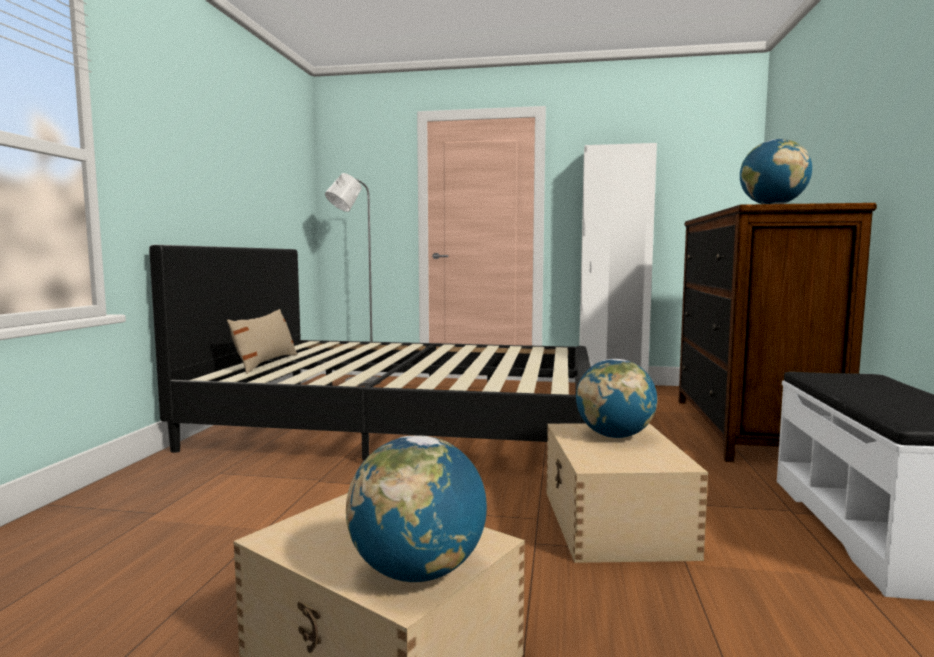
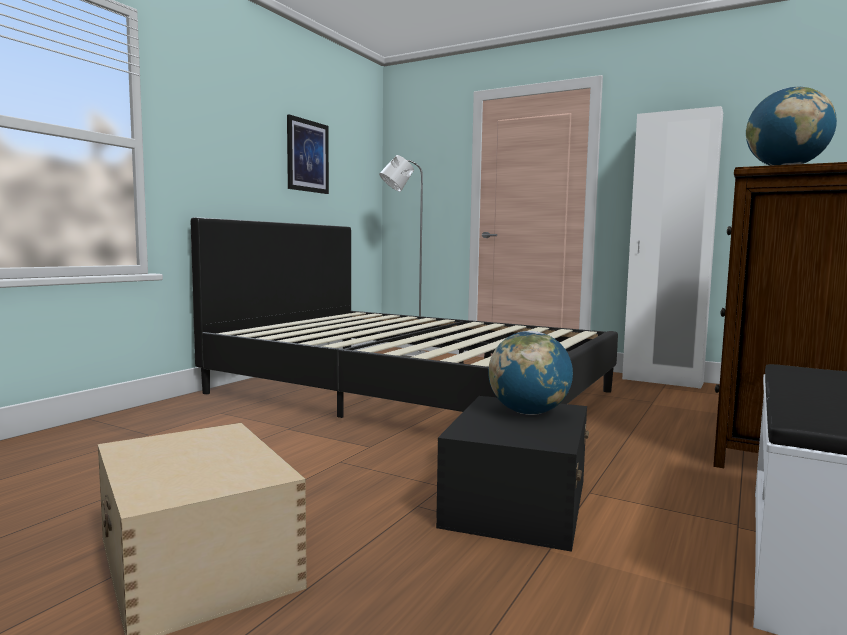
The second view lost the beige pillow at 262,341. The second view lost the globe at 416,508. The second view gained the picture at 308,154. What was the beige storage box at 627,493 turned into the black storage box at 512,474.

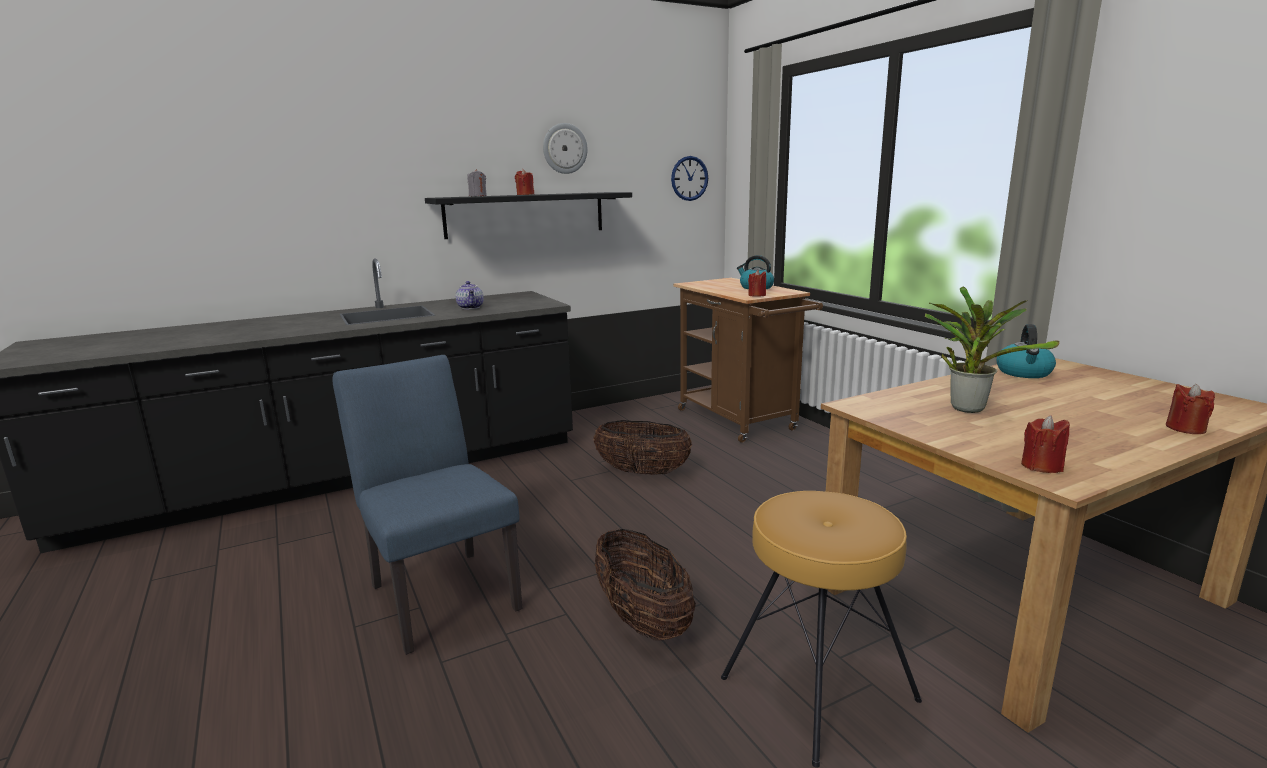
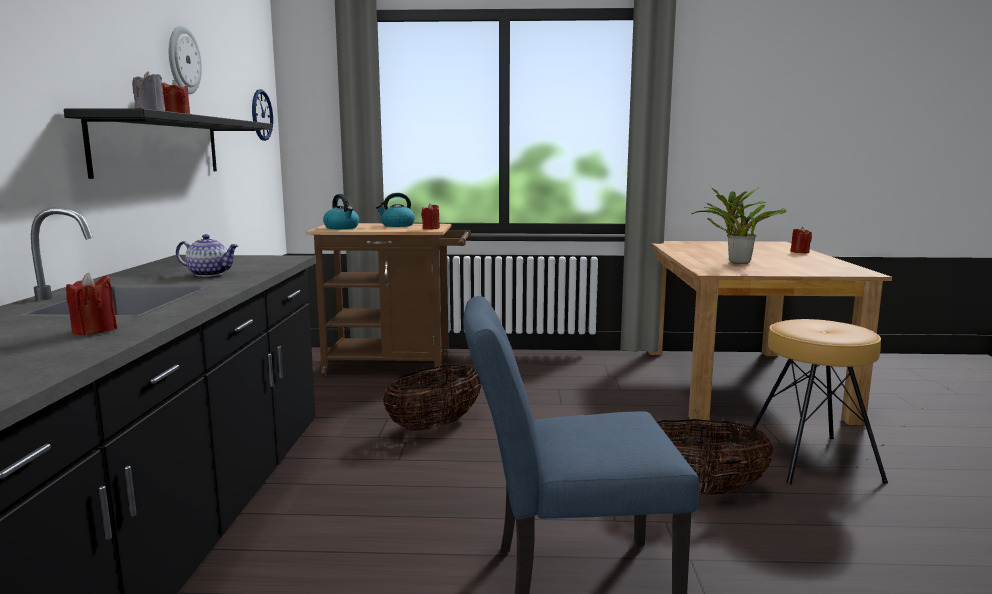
The kettle ended up elsewhere, having gone from 1026,351 to 341,211. The red candle ended up elsewhere, having gone from 1045,444 to 92,304.

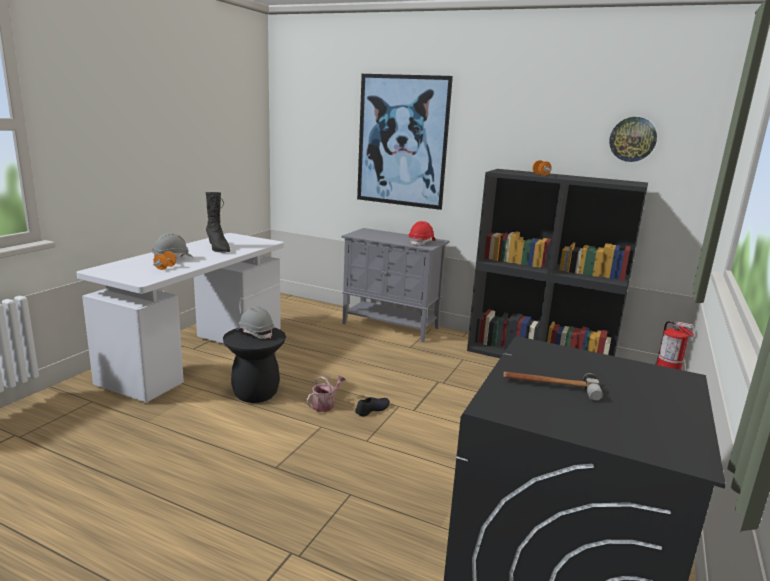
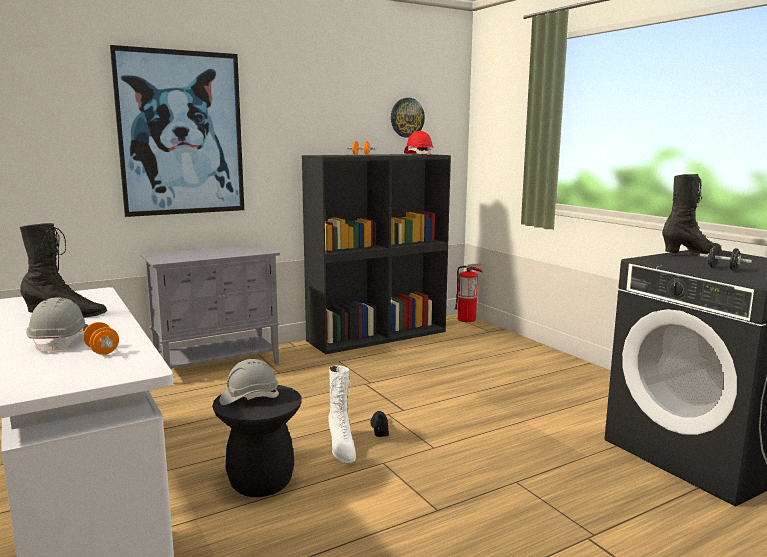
The second view gained the black boot at 692,214. The red hard hat ended up elsewhere, having gone from 421,233 to 418,143. Where the watering can stood at 326,393, the white boot came to stand at 342,414. Where the hammer stood at 553,386, the black dumbbell came to stand at 725,258.

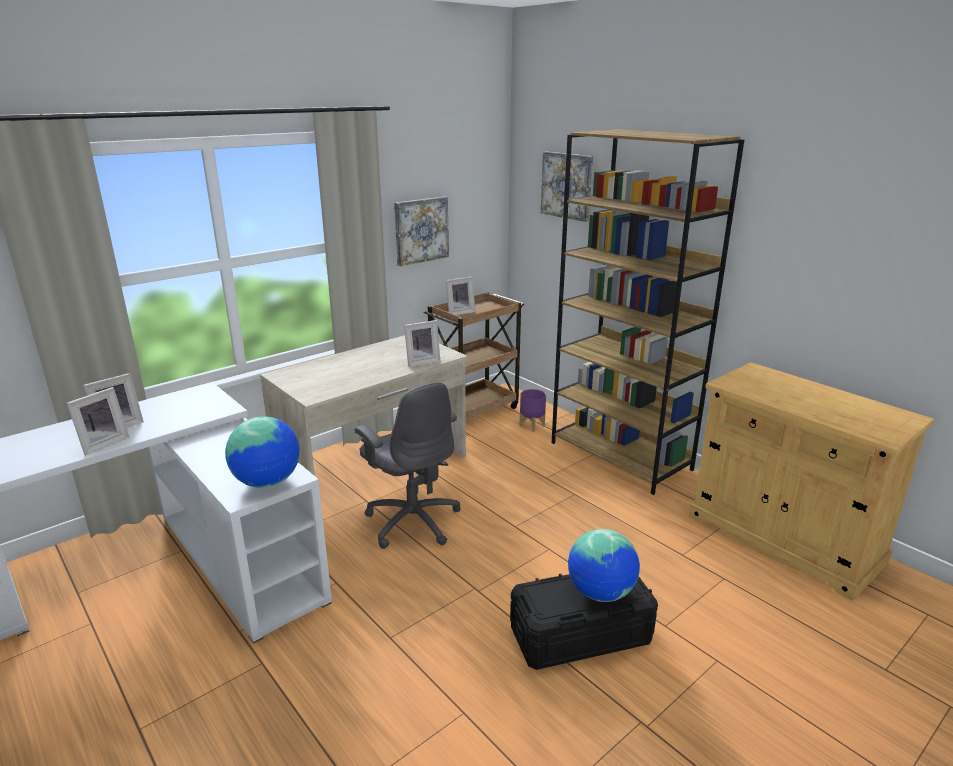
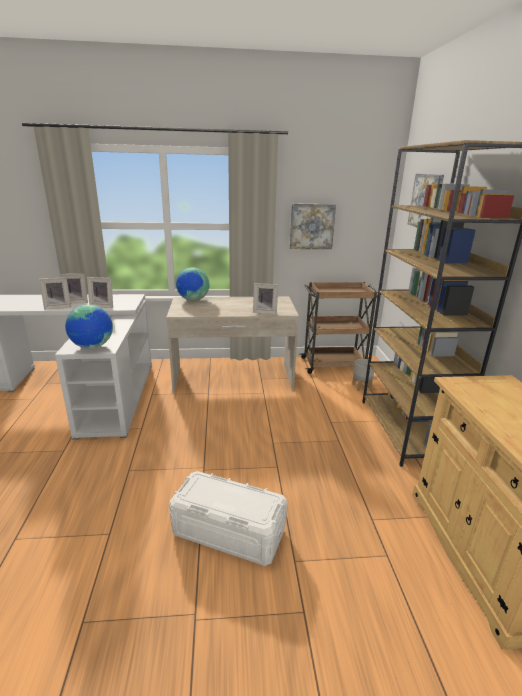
The second view lost the grey office chair at 408,465. The picture frame ended up elsewhere, having gone from 460,295 to 100,292. The globe ended up elsewhere, having gone from 604,565 to 193,284. What was the black storage box at 584,622 turned into the white storage box at 228,518. What was the purple planter at 533,410 turned into the grey planter at 363,375.

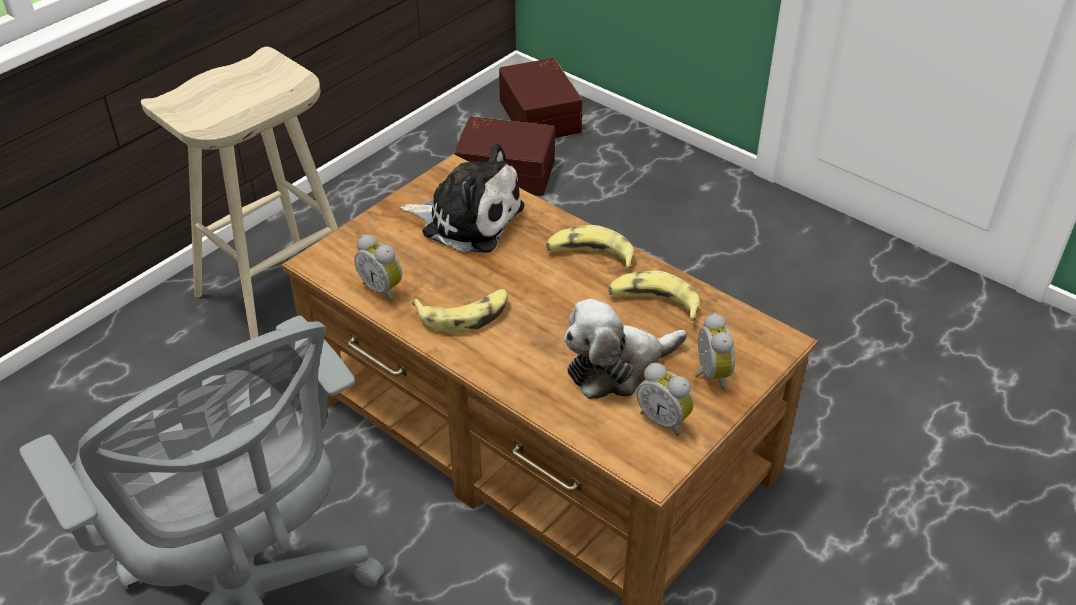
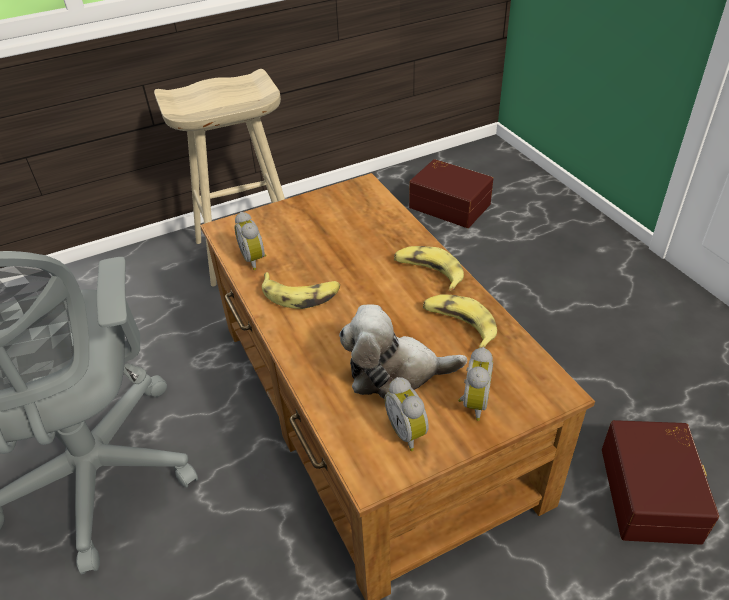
The second view lost the plush toy at 462,198. The brown storage box ended up elsewhere, having gone from 541,98 to 660,482.

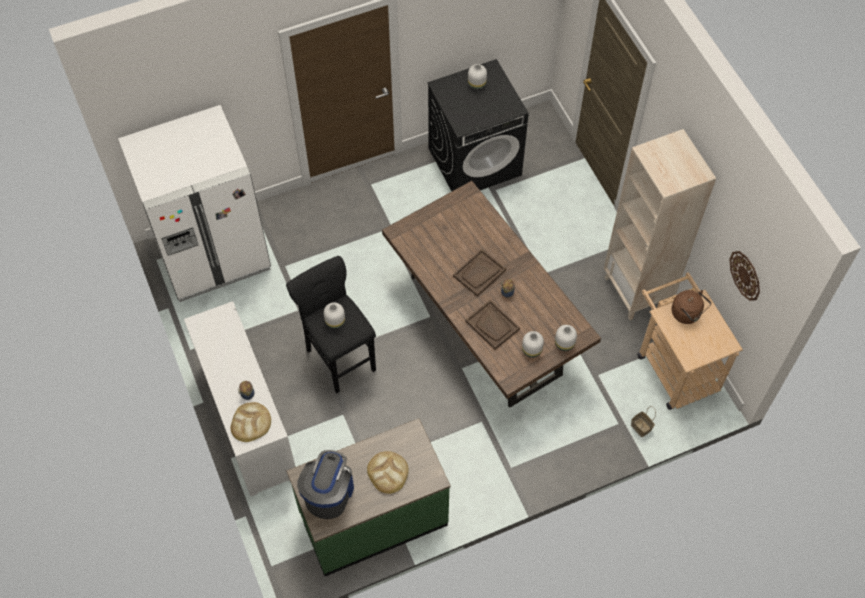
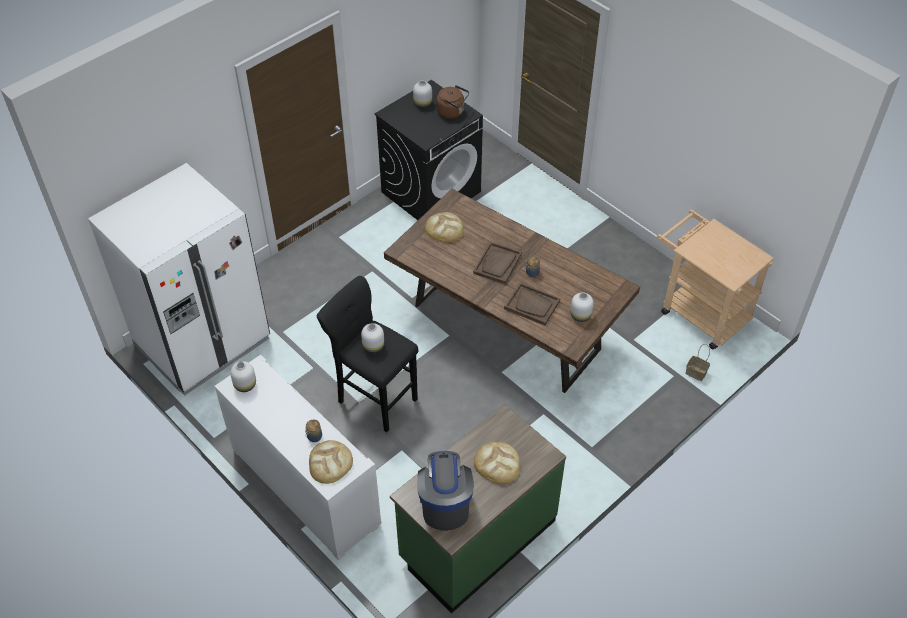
The second view lost the beige bookcase at 660,224. The second view lost the wall clock at 744,276. The second view gained the bread at 444,227. The white vase ended up elsewhere, having gone from 566,338 to 243,376. The brown kettle ended up elsewhere, having gone from 691,307 to 452,102.

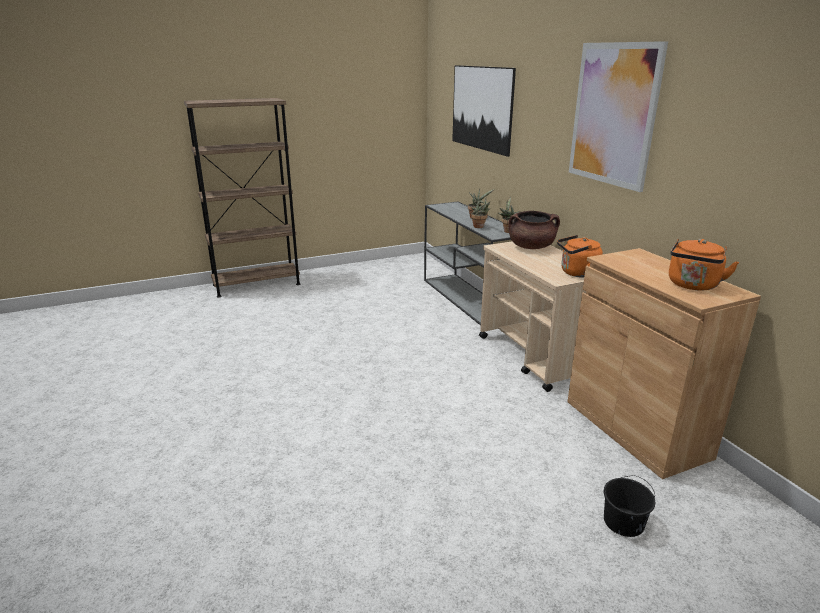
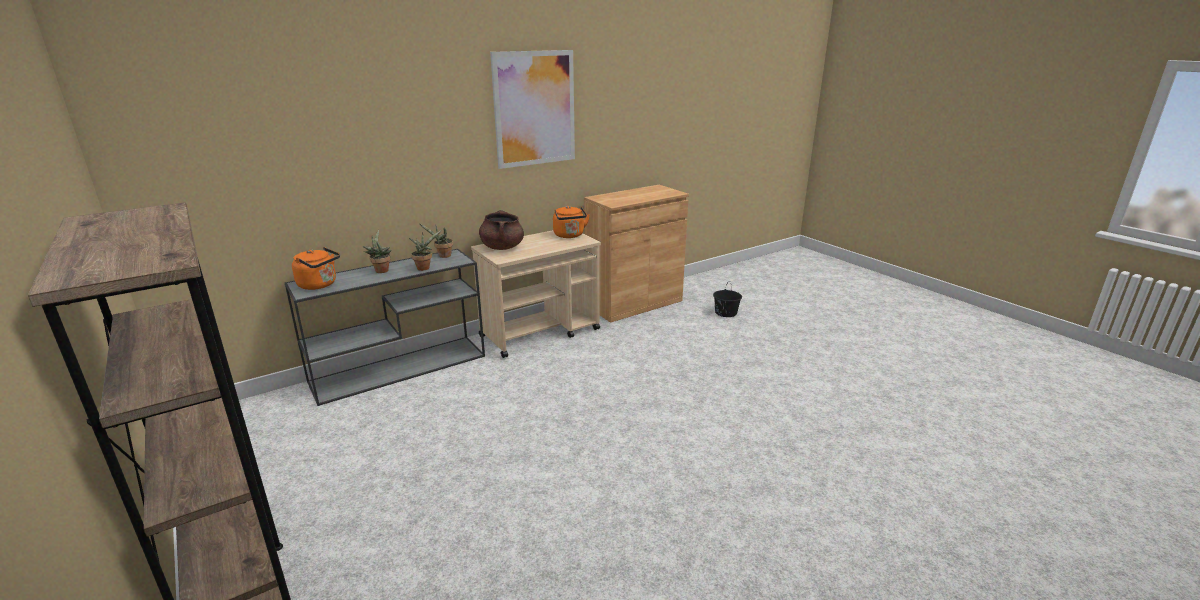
The second view lost the picture at 484,111. The orange kettle ended up elsewhere, having gone from 704,265 to 316,268.

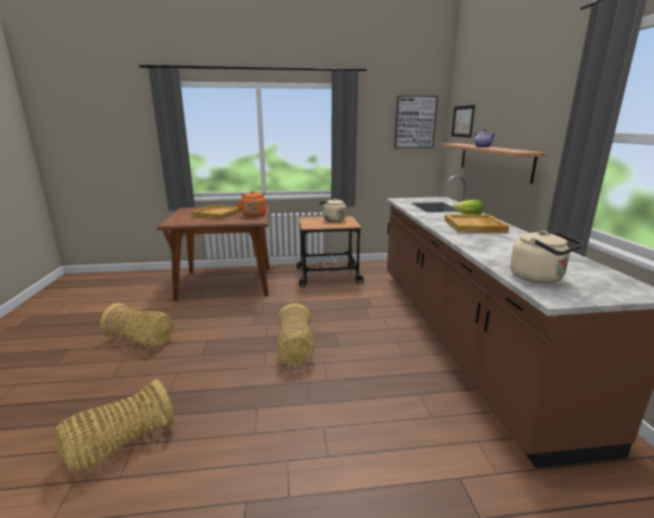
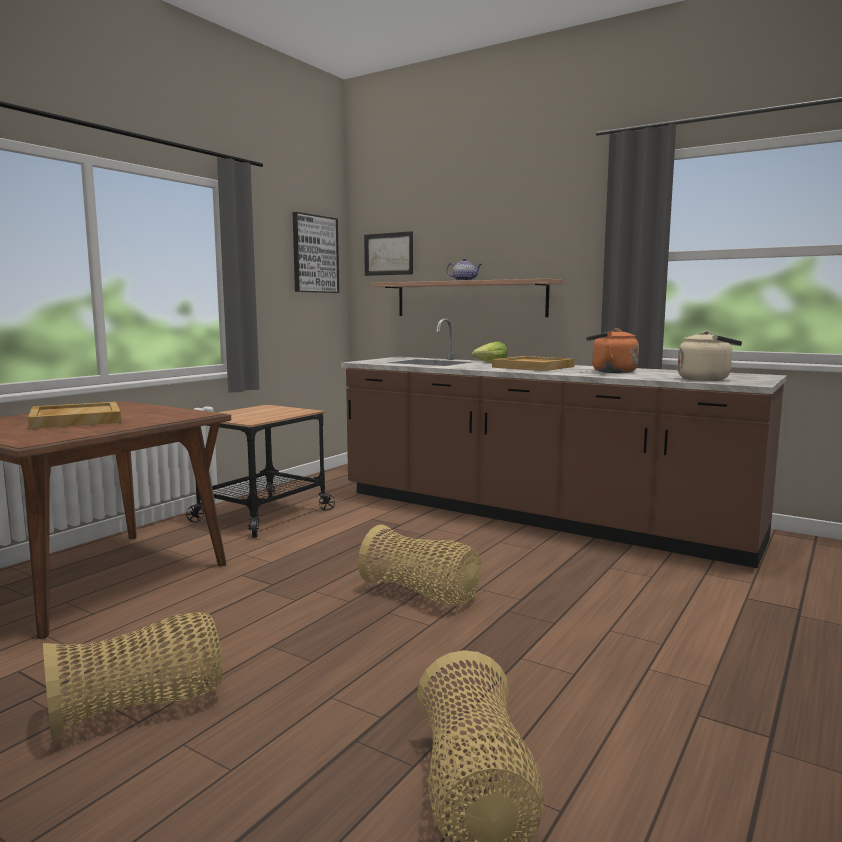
The second view lost the beige kettle at 332,210. The orange kettle ended up elsewhere, having gone from 250,204 to 612,350.

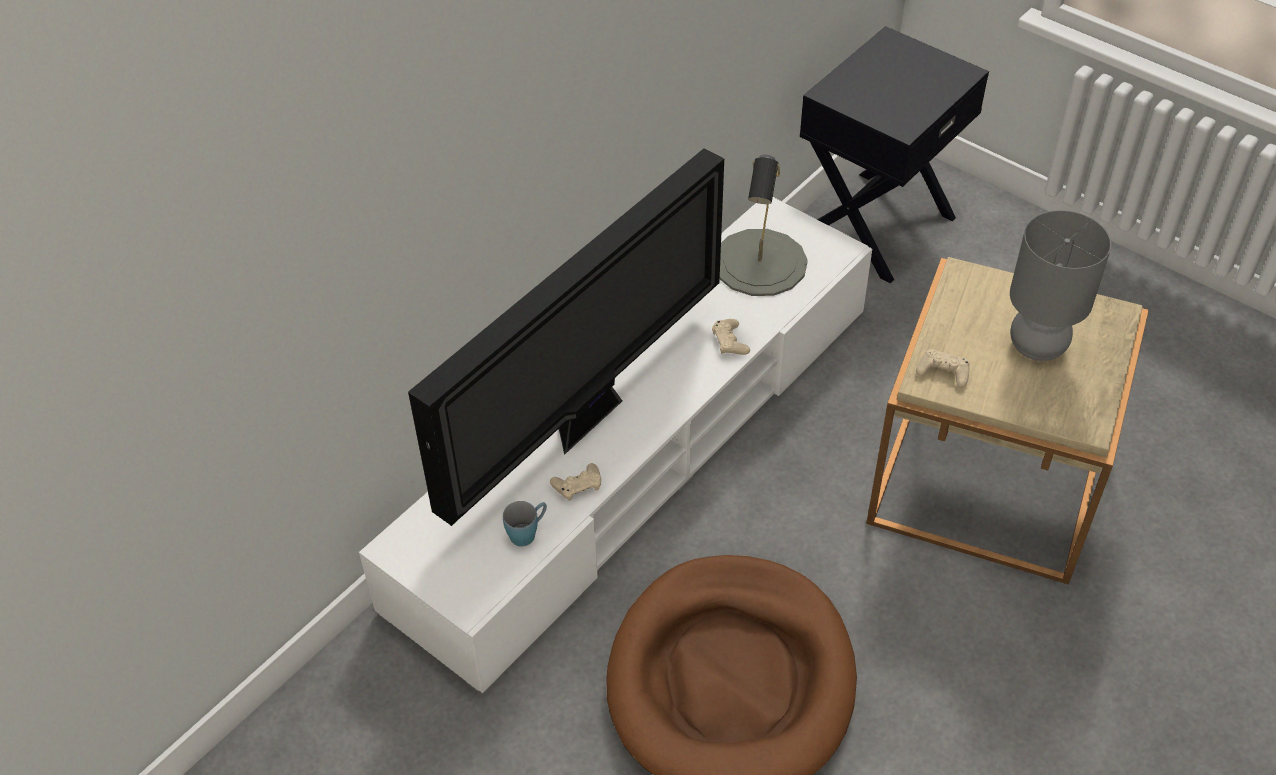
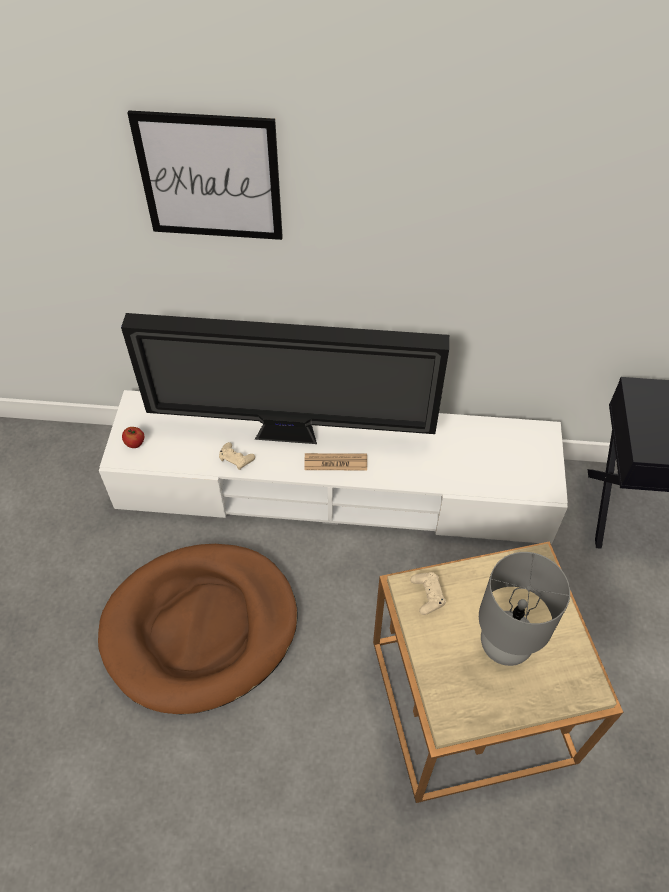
The second view lost the blue mug at 525,523. The second view lost the beige game controller at 731,337. The second view lost the grey table lamp at 764,225. The second view gained the apple at 133,437. The second view gained the picture at 205,175. The second view gained the newspaper at 335,461.

